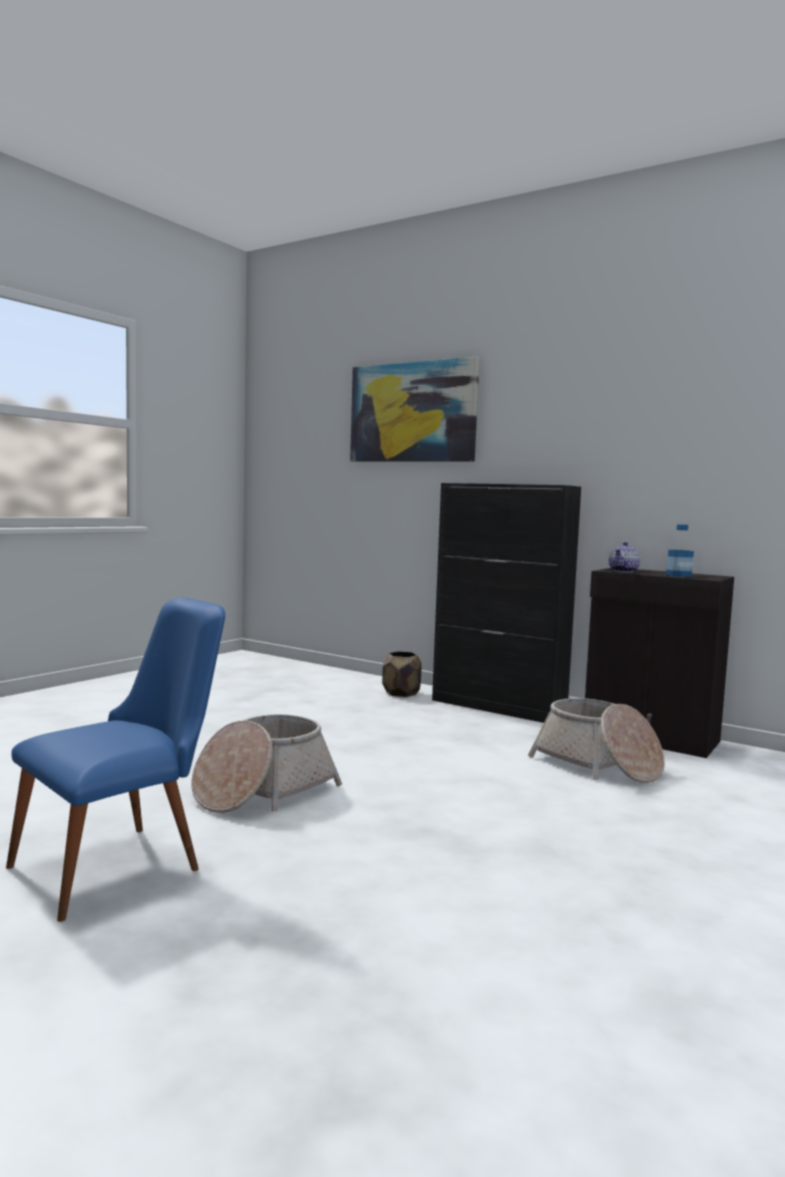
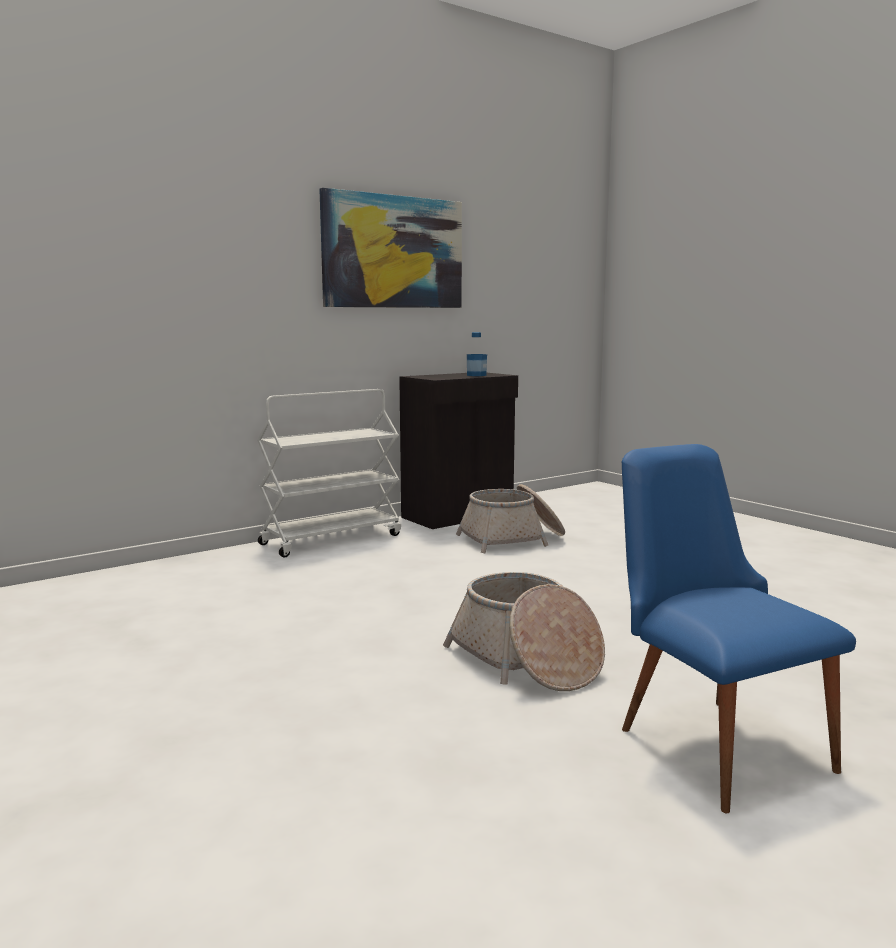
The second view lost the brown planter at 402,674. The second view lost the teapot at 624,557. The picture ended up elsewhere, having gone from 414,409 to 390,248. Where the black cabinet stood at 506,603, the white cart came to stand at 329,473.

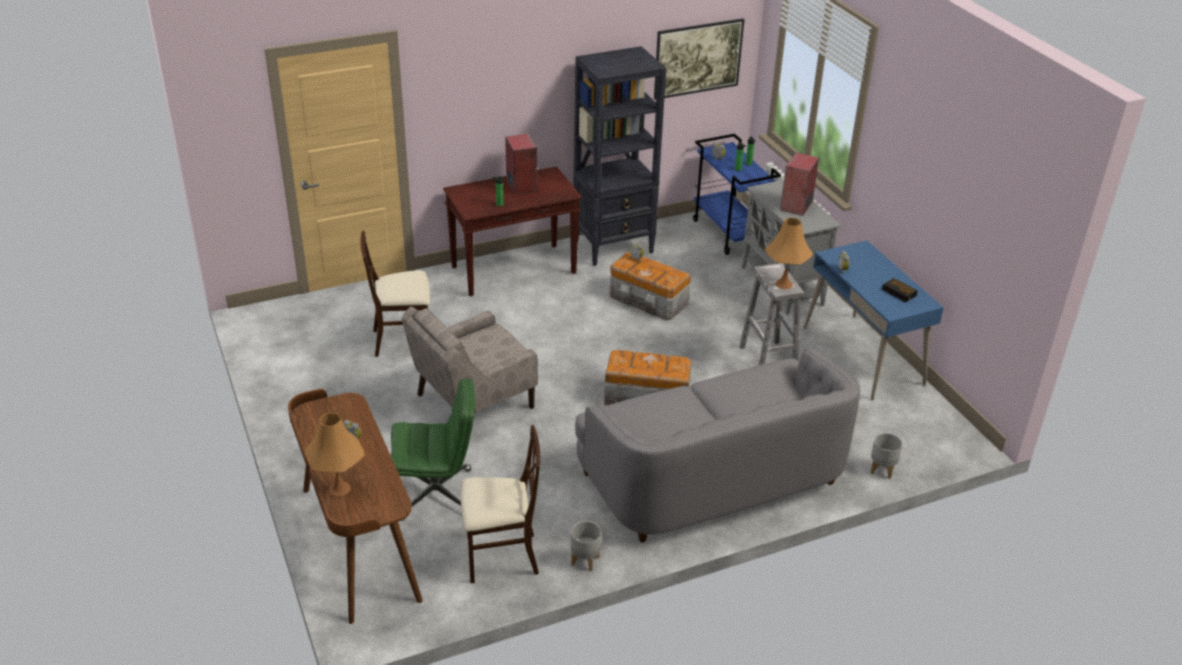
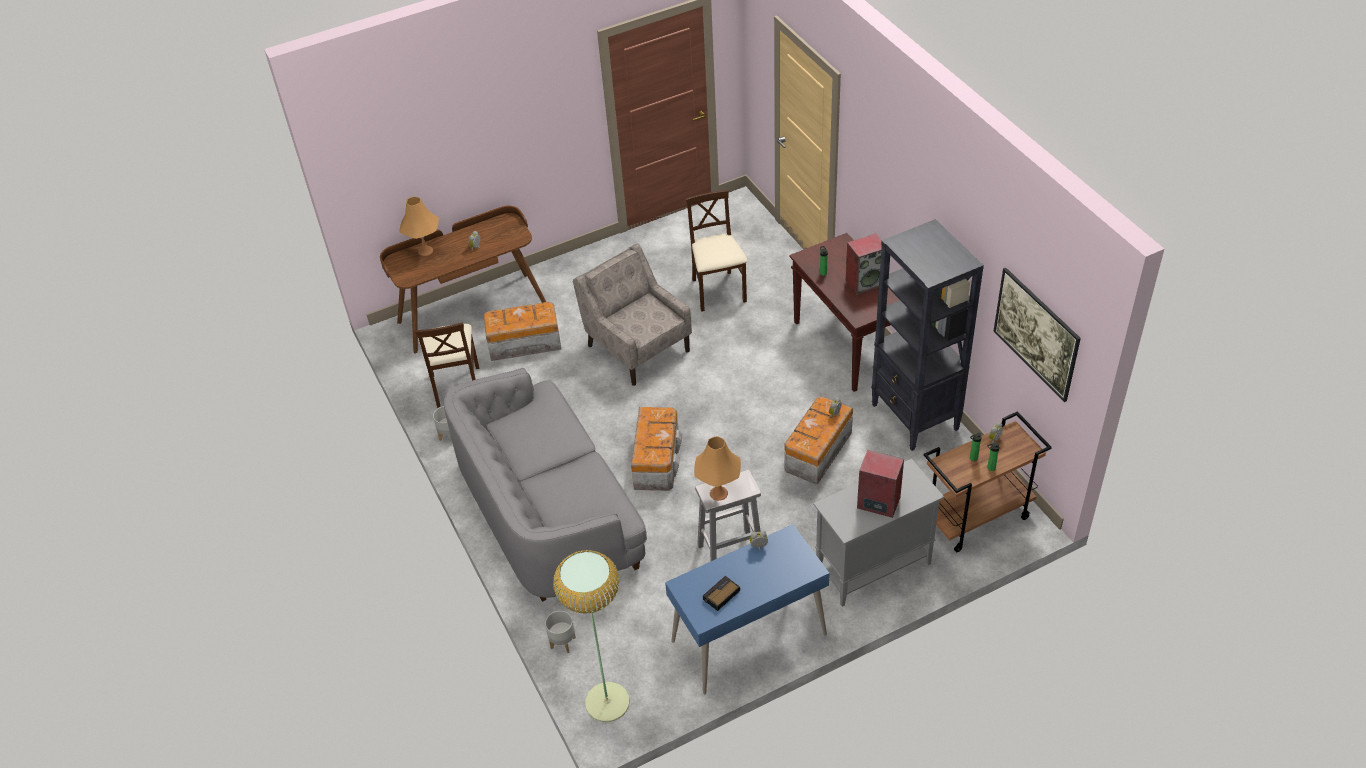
The second view gained the floor lamp at 591,636. Where the green office chair stood at 433,449, the storage box came to stand at 522,331. What was the blue cart at 737,194 turned into the brown cart at 988,481.

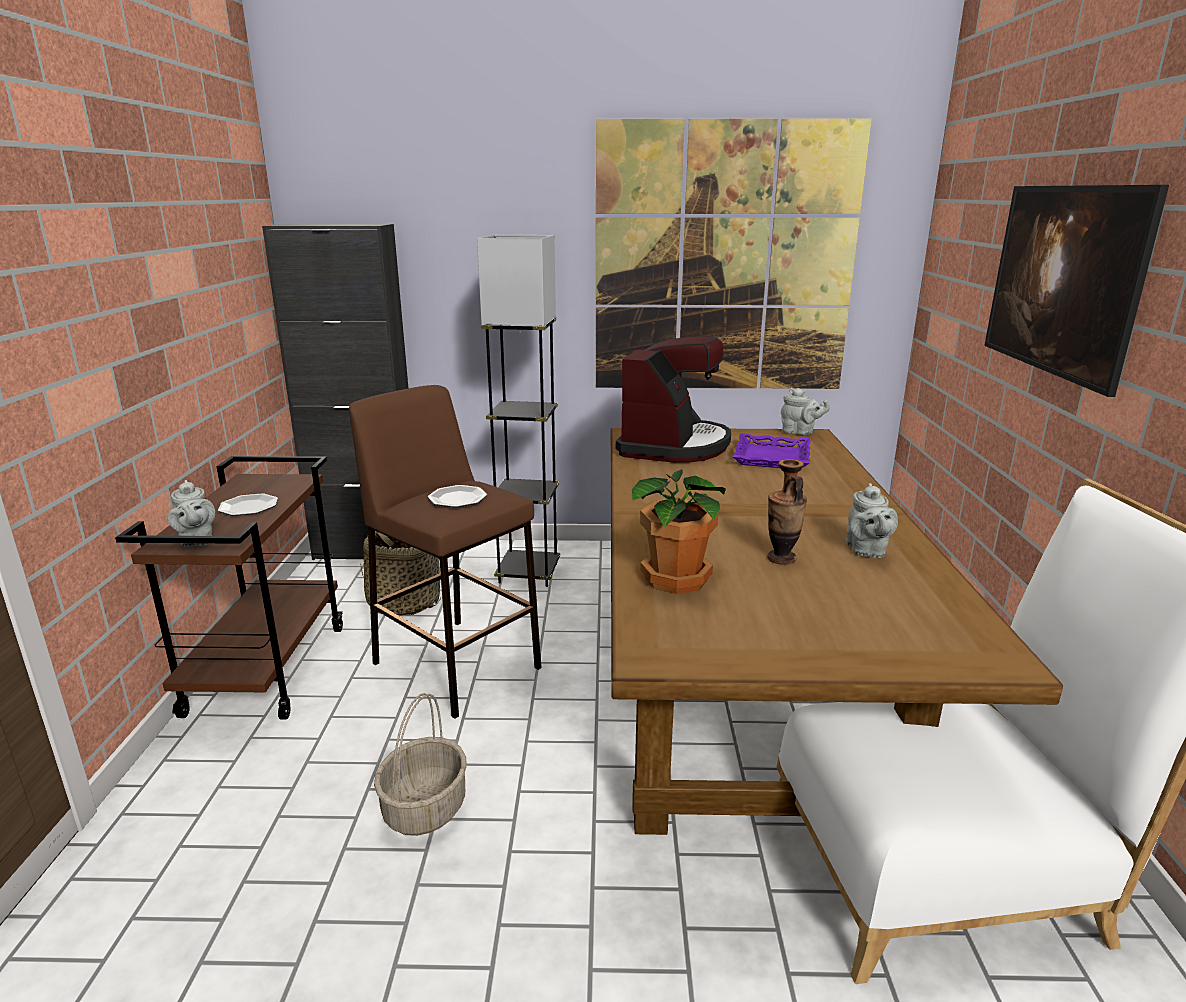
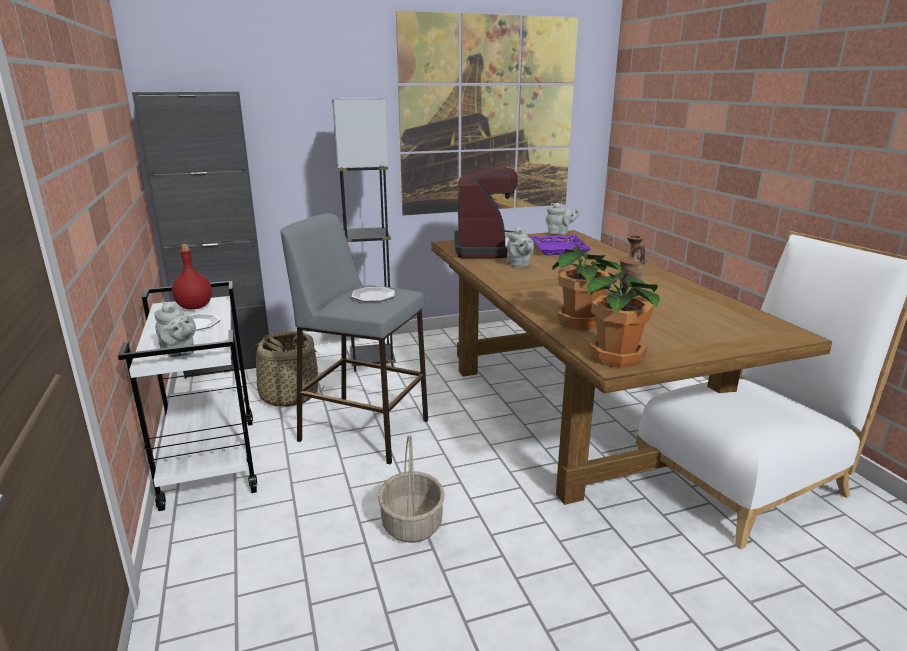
The second view lost the picture at 1076,291. The second view gained the red bottle at 192,276. The second view gained the potted plant at 623,319. The grey teapot ended up elsewhere, having gone from 872,520 to 520,247. What was the brown cart at 229,588 turned into the white cart at 187,396. What was the brown stool at 445,552 turned into the grey stool at 354,338.

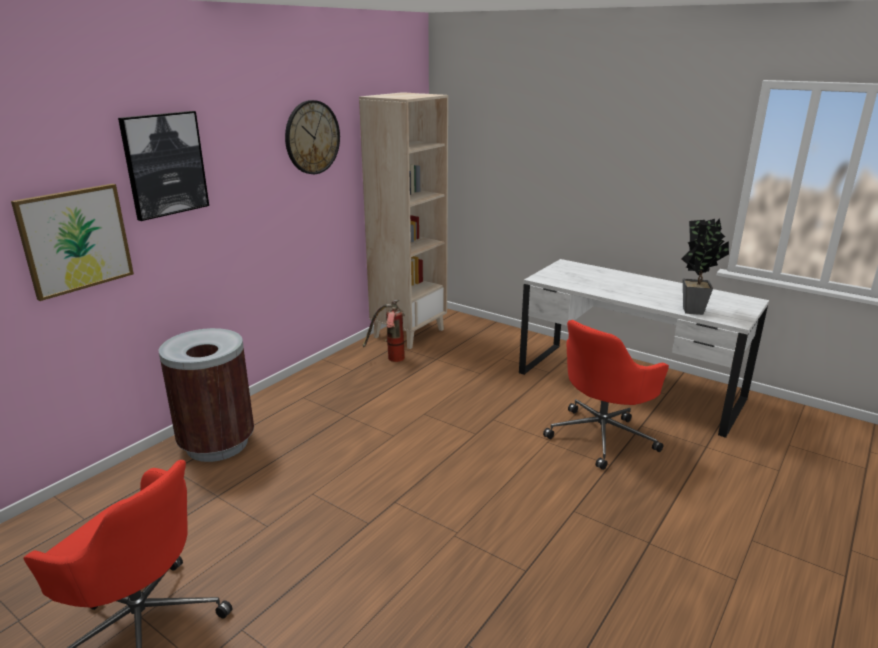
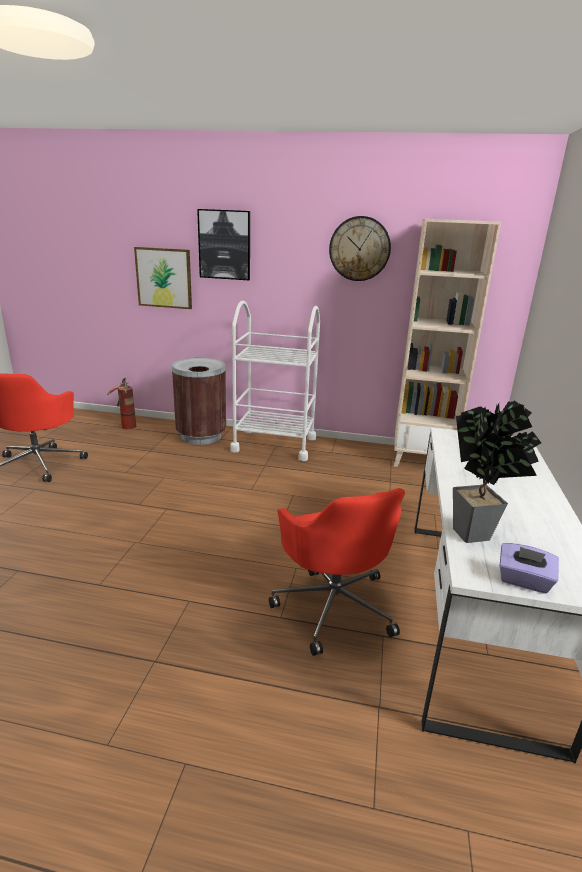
The second view gained the white cart at 275,381. The second view gained the purple tissue box at 529,568. The fire extinguisher ended up elsewhere, having gone from 384,331 to 121,403. The red office chair at 606,395 ended up facing another way, 135 degrees counterclockwise from before.

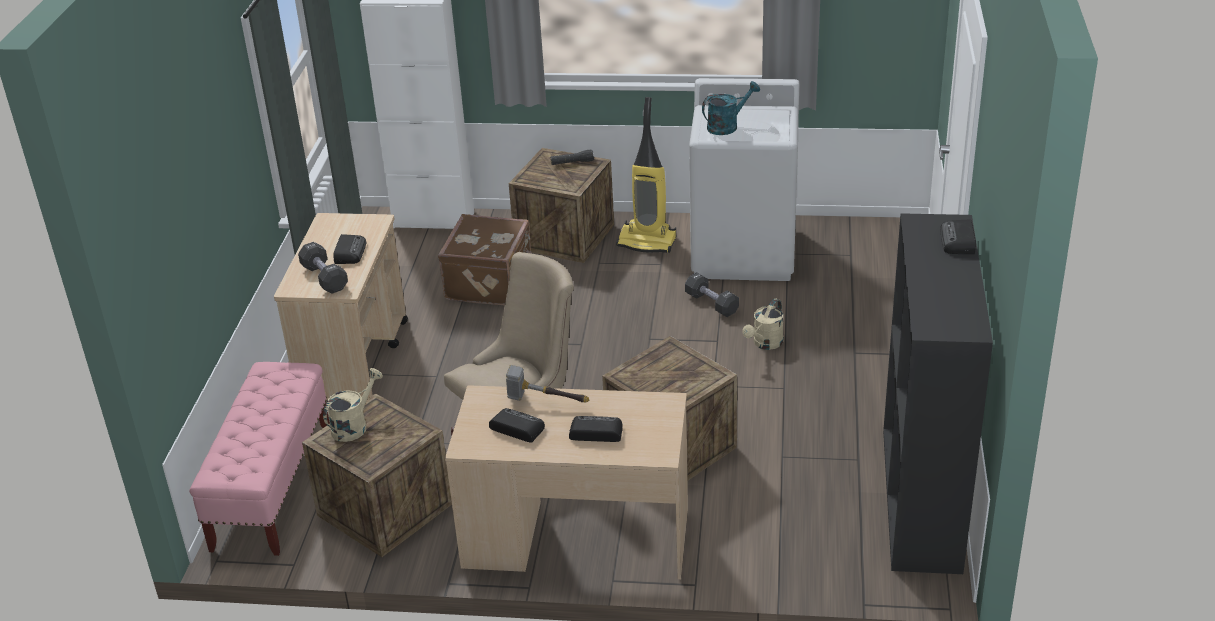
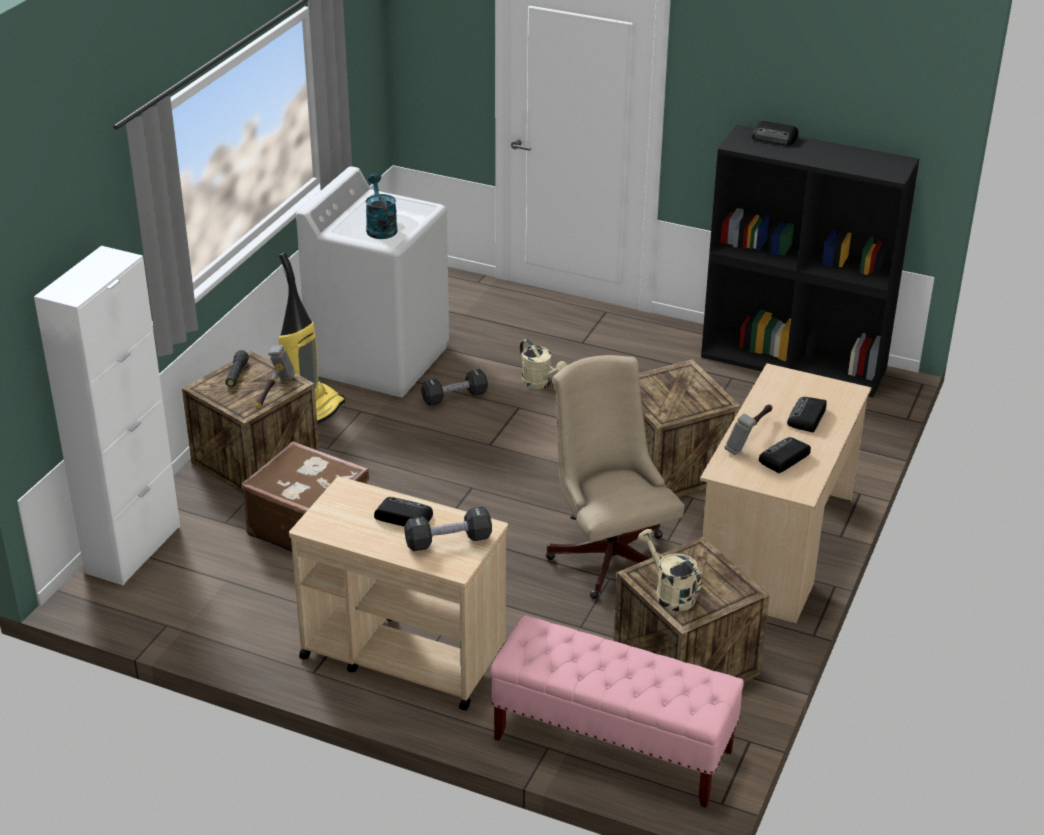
The second view gained the hammer at 275,377.

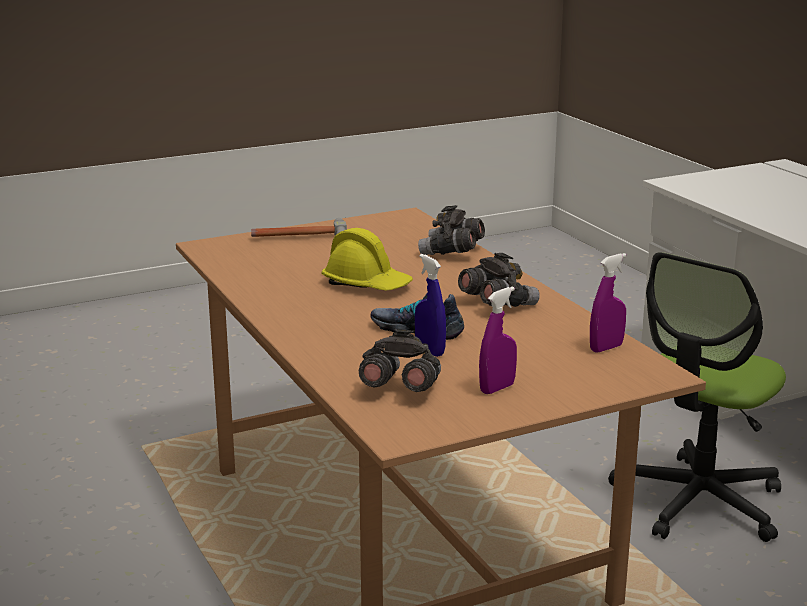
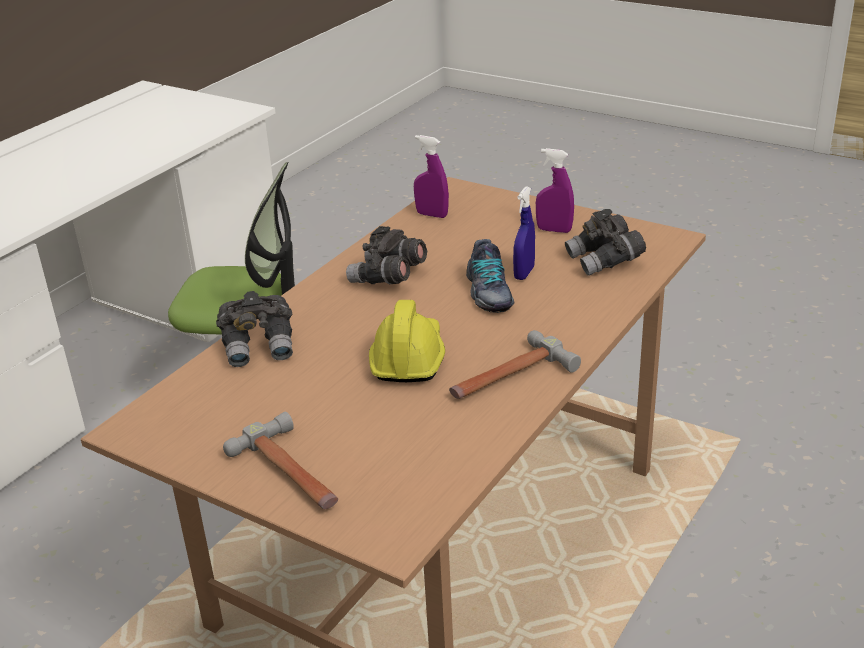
The second view gained the hammer at 515,364.

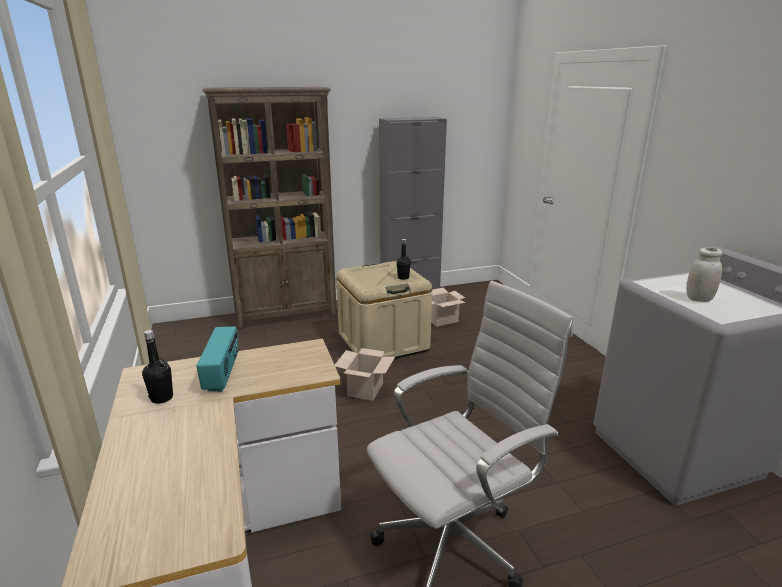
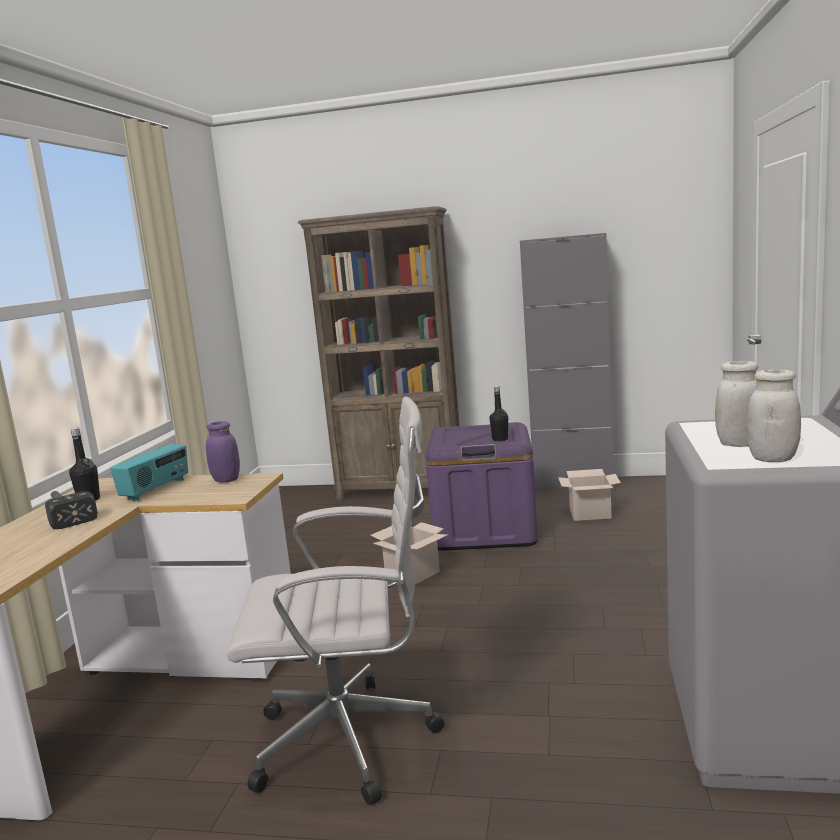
The second view gained the hammer at 71,510. The second view gained the purple jar at 223,452. The second view gained the white jar at 774,415. What was the beige storage box at 384,310 turned into the purple storage box at 482,486.

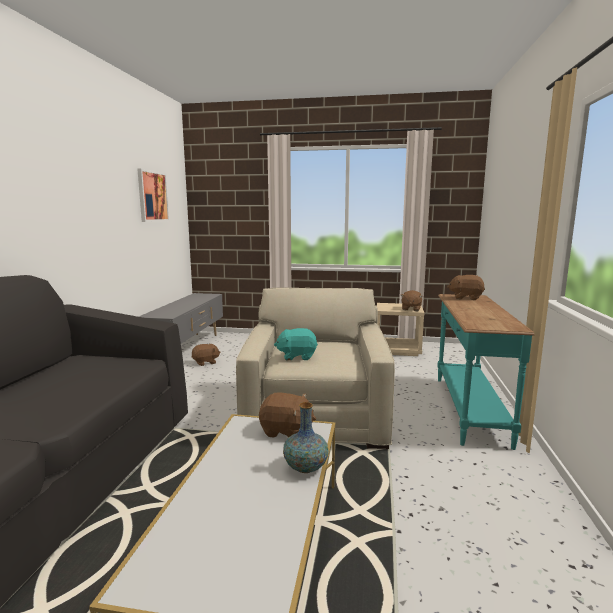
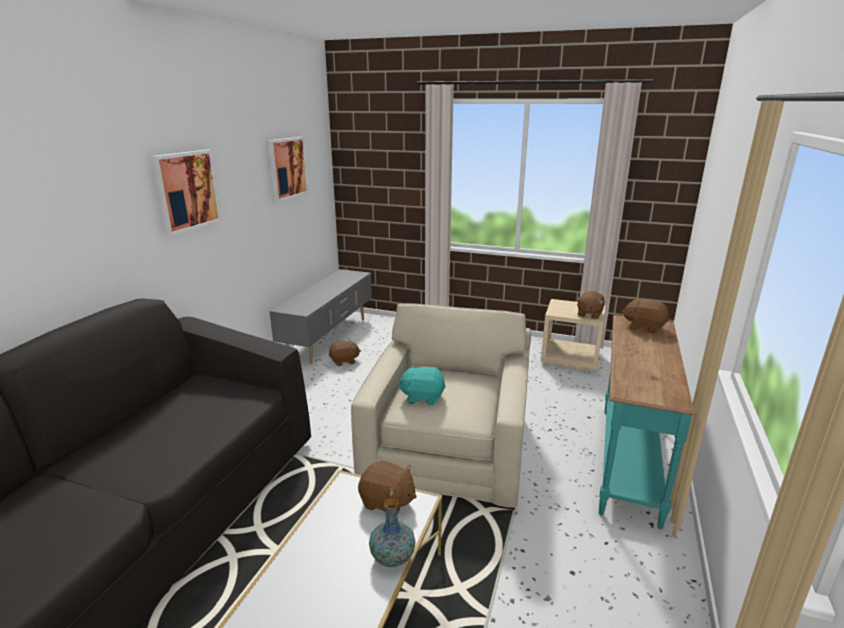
The second view gained the picture at 186,193.

